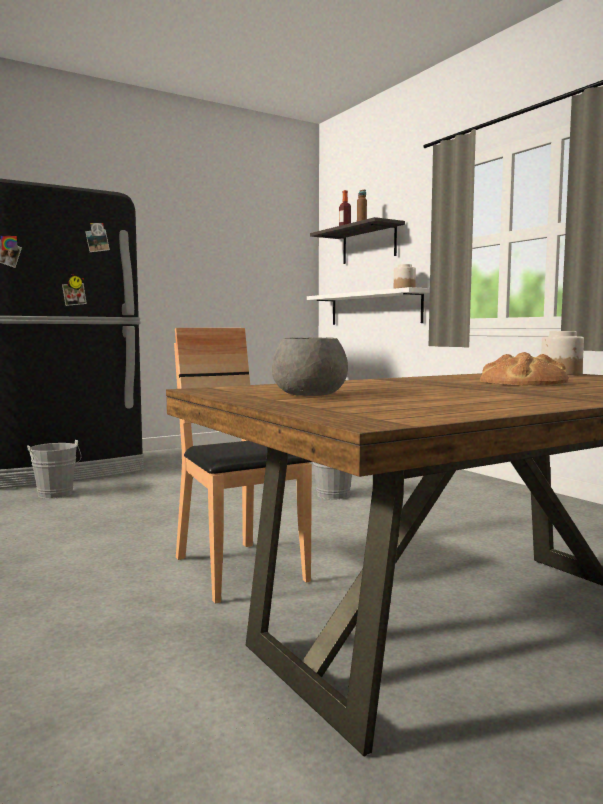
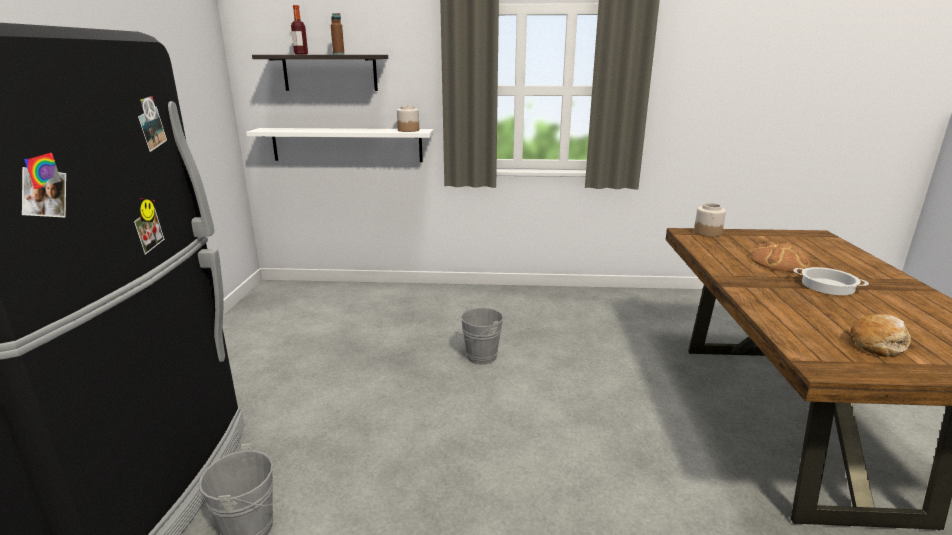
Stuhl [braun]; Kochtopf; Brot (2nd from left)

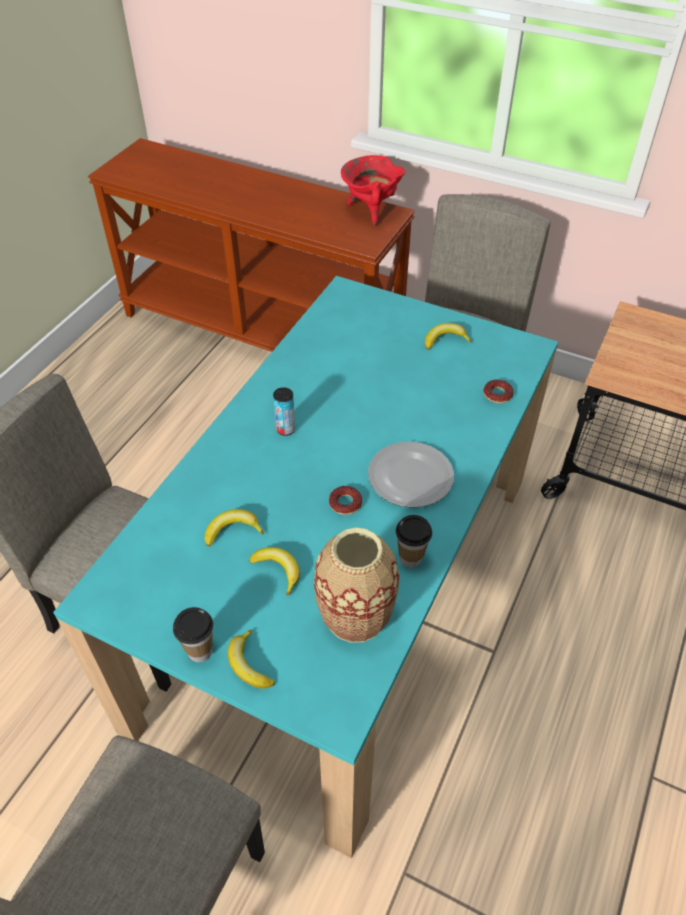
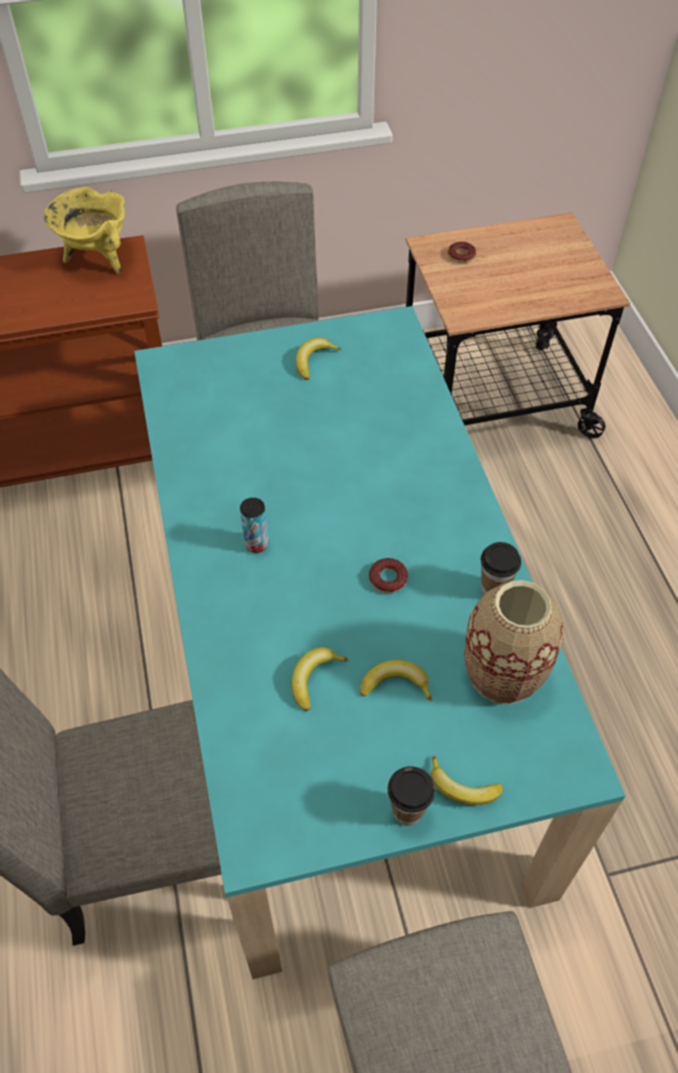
Teller; Donut (2nd from left); Kochtopf [gelb]

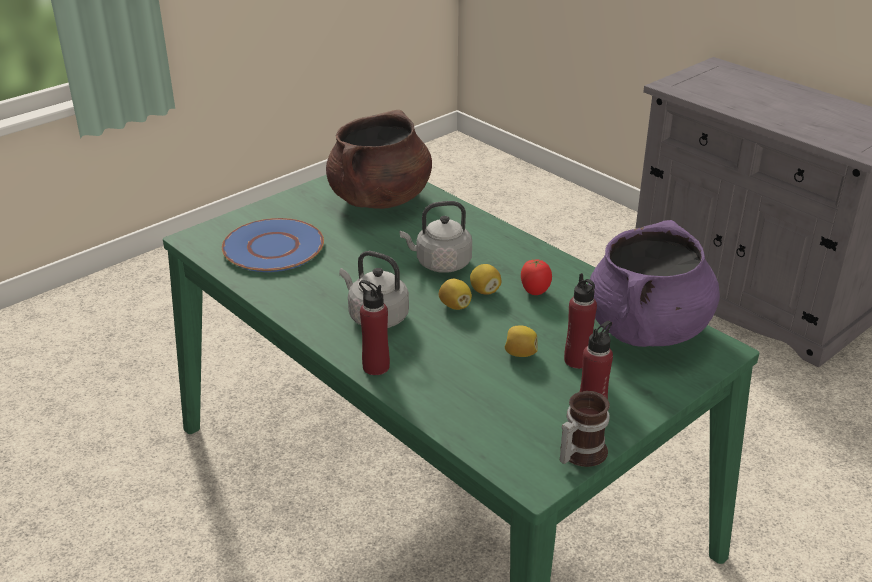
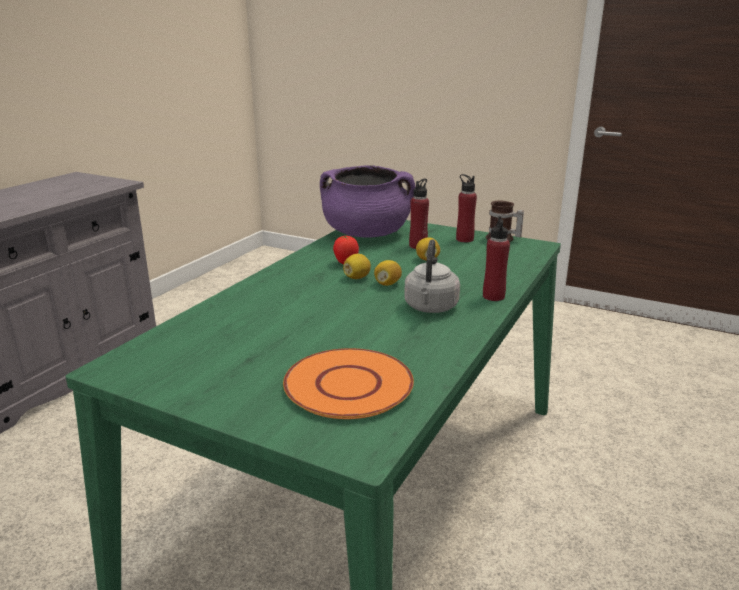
Kochtopf [braun]; Wasserkessel [grau] (2nd from left in the first image); Teller [orange]

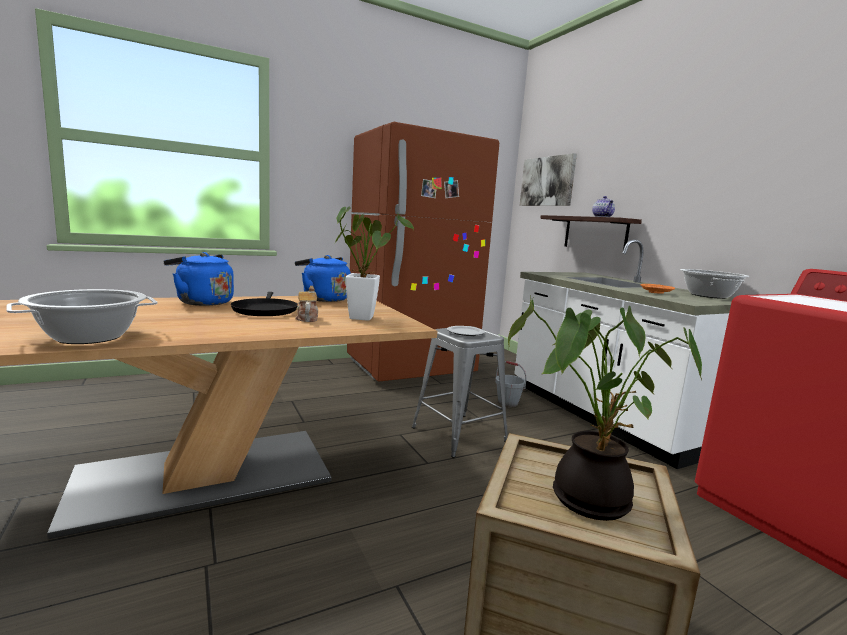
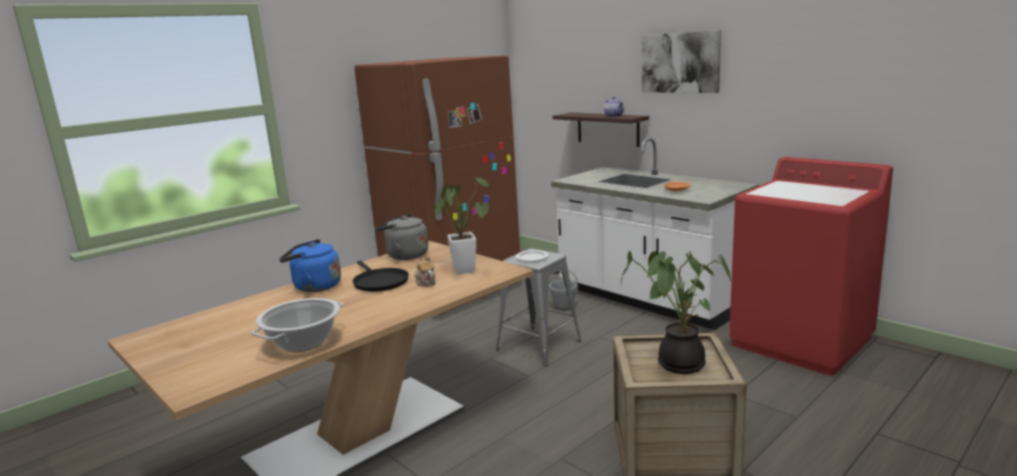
Kochtopf (2nd from left in the first image); Bild; Wasserkessel [grau]

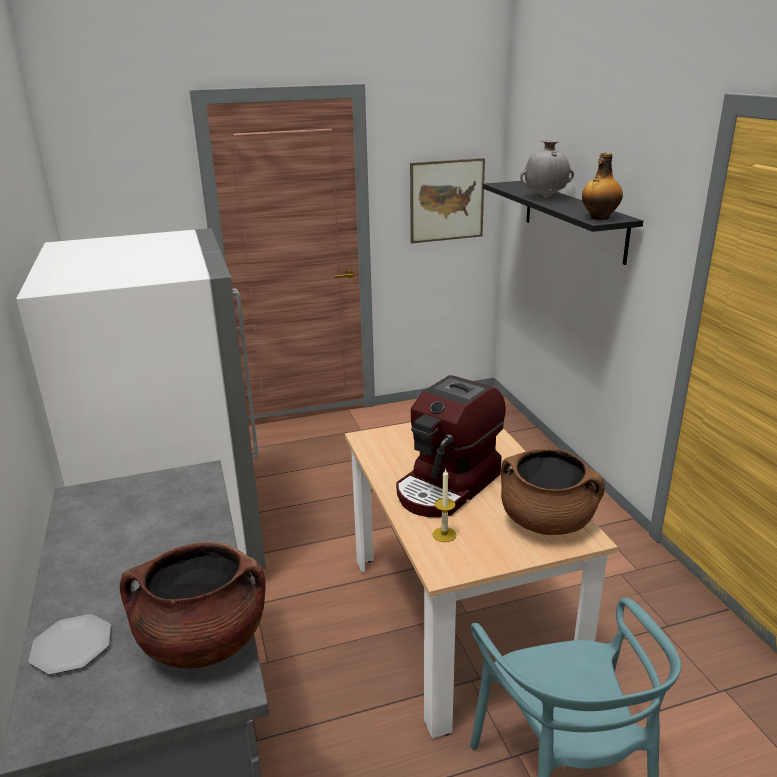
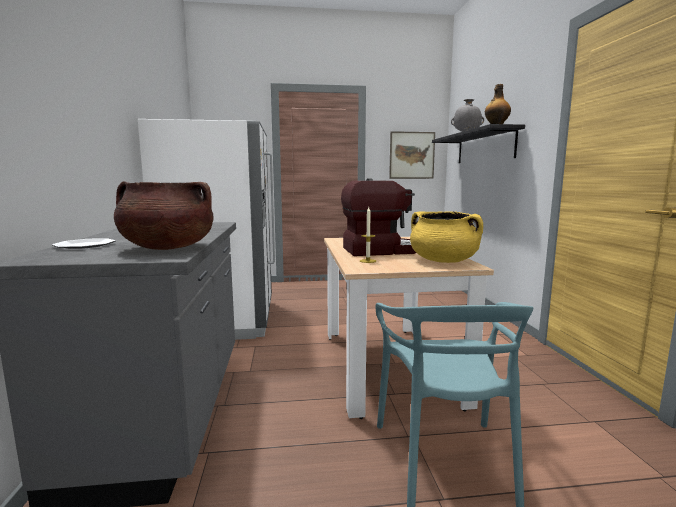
Kochtopf [gelb]; Kaffeemaschine

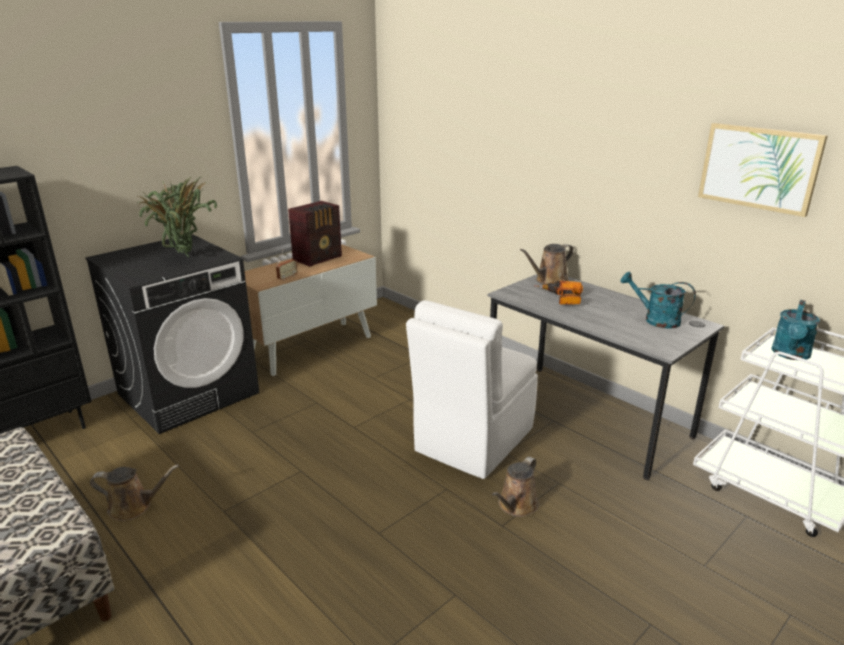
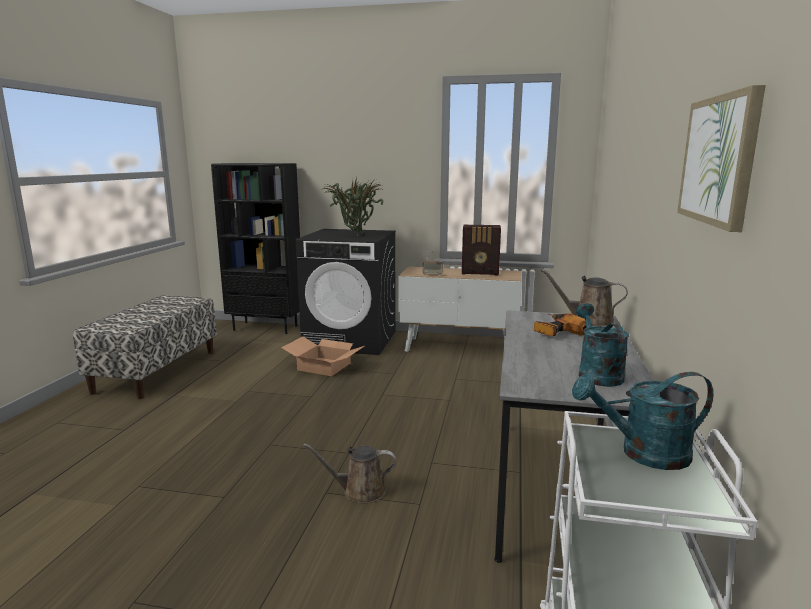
Gießkanne [braun] (1st from left in the first image); Stuhl [weiß]; Karton

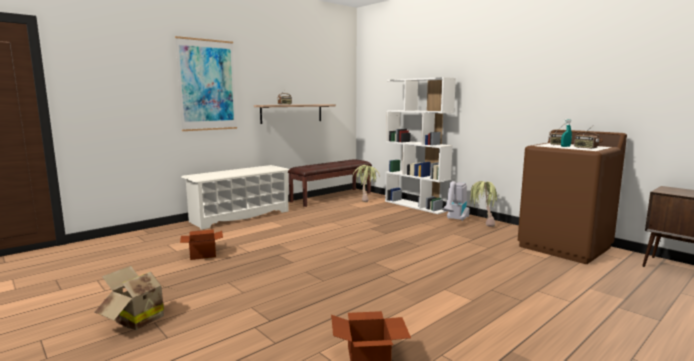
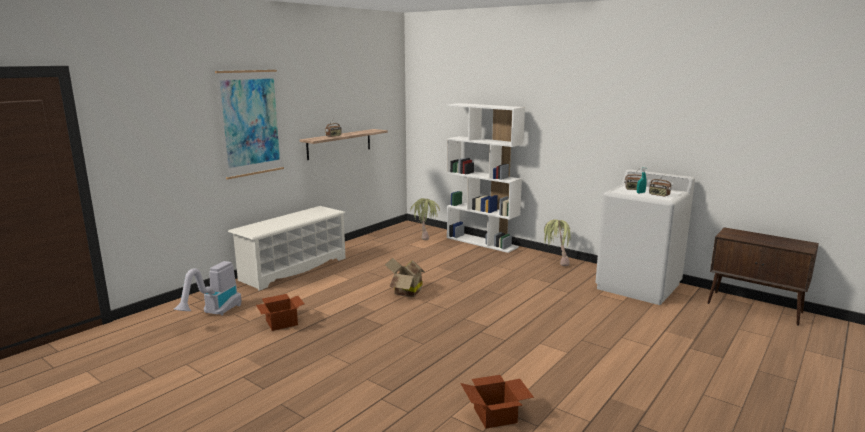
Bank [braun]; Karton (2nd from left); Staubsauger; Waschmaschine [weiß]

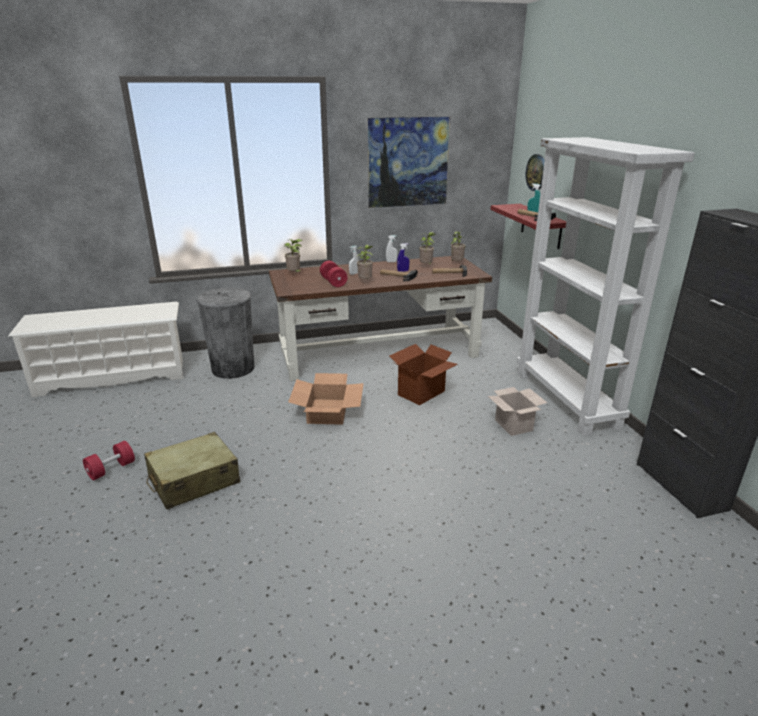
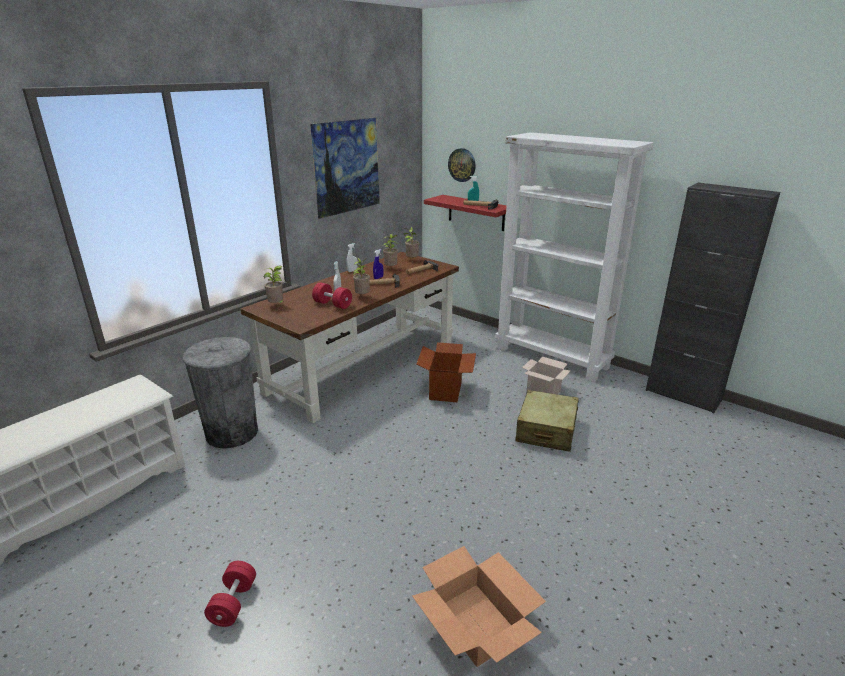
Koffer [beige]; Karton (2nd from left)

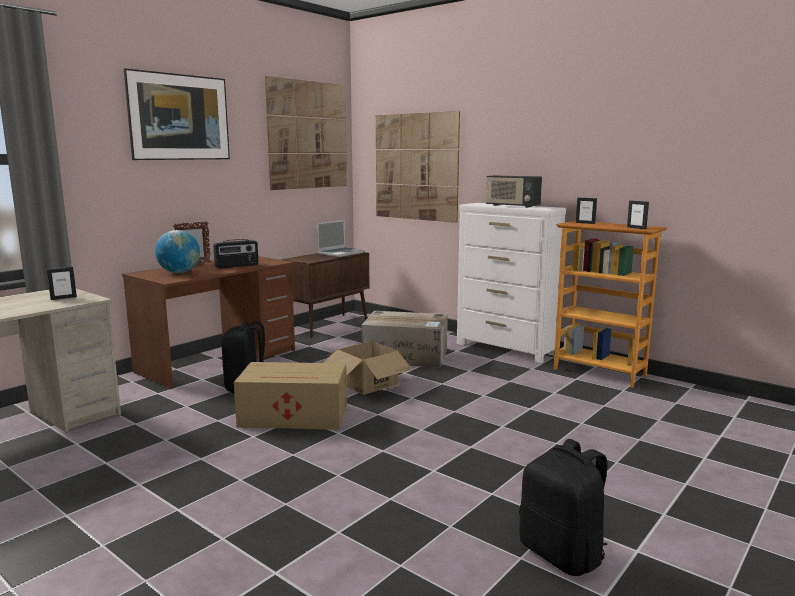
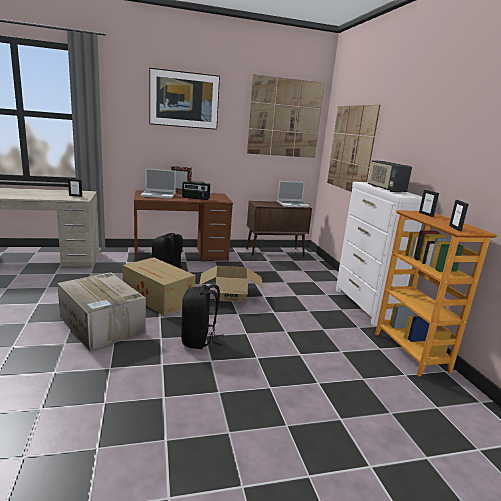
Karton (1st from left); Rucksack [schwarz] (2nd from left); Laptop (1st from left)

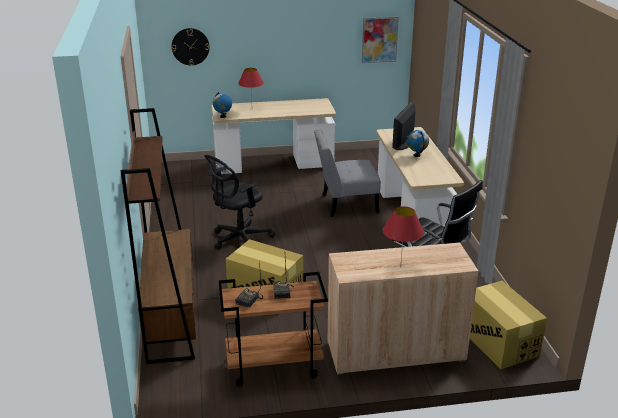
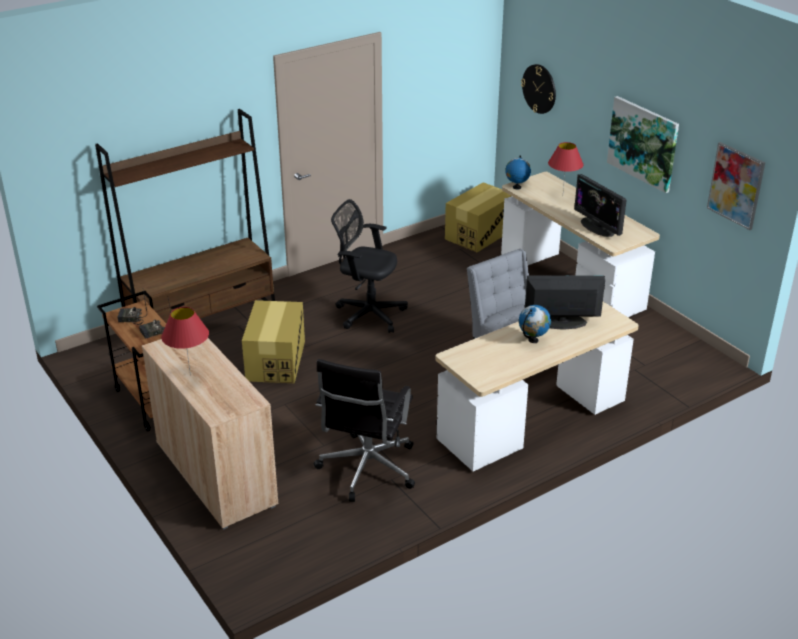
Monitor (2nd from left); Bild (1st from left); Karton (2nd from left)

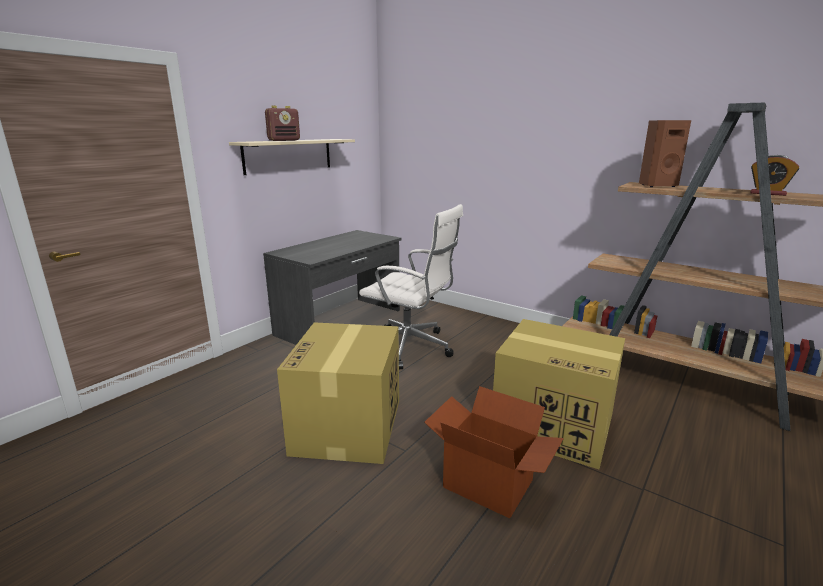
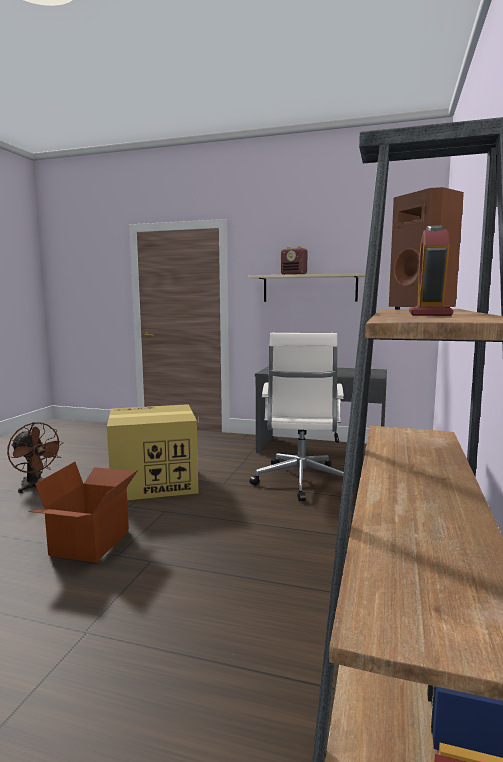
Karton (3rd from left in the first image); Ventilator [braun]

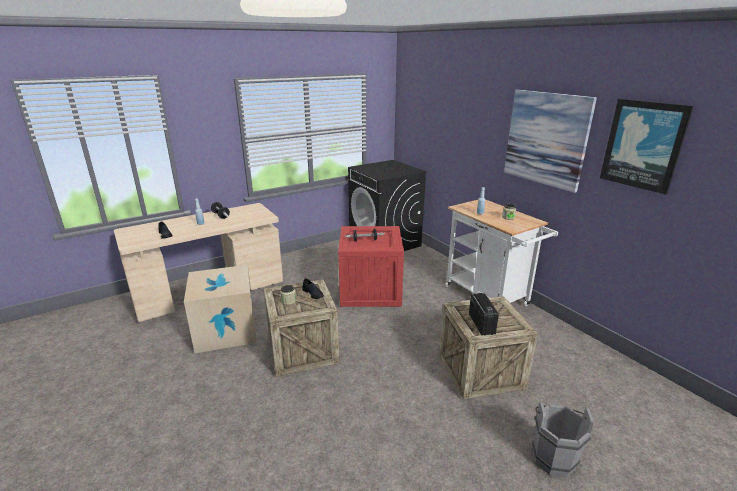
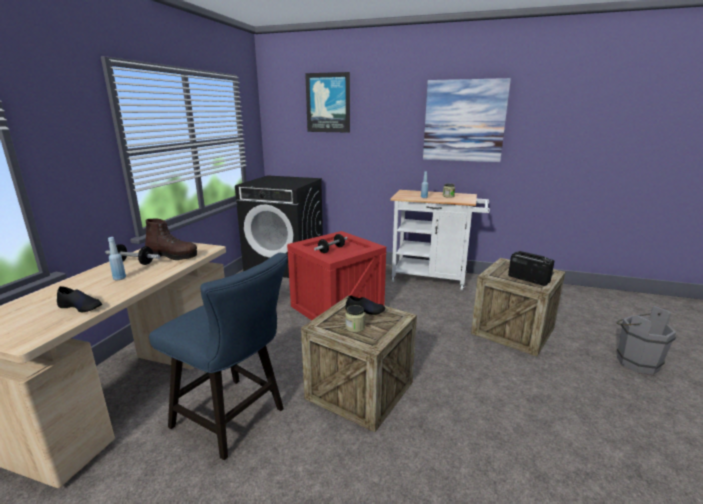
Stiefel [braun]; Bild (1st from left); Stuhl [blau]

